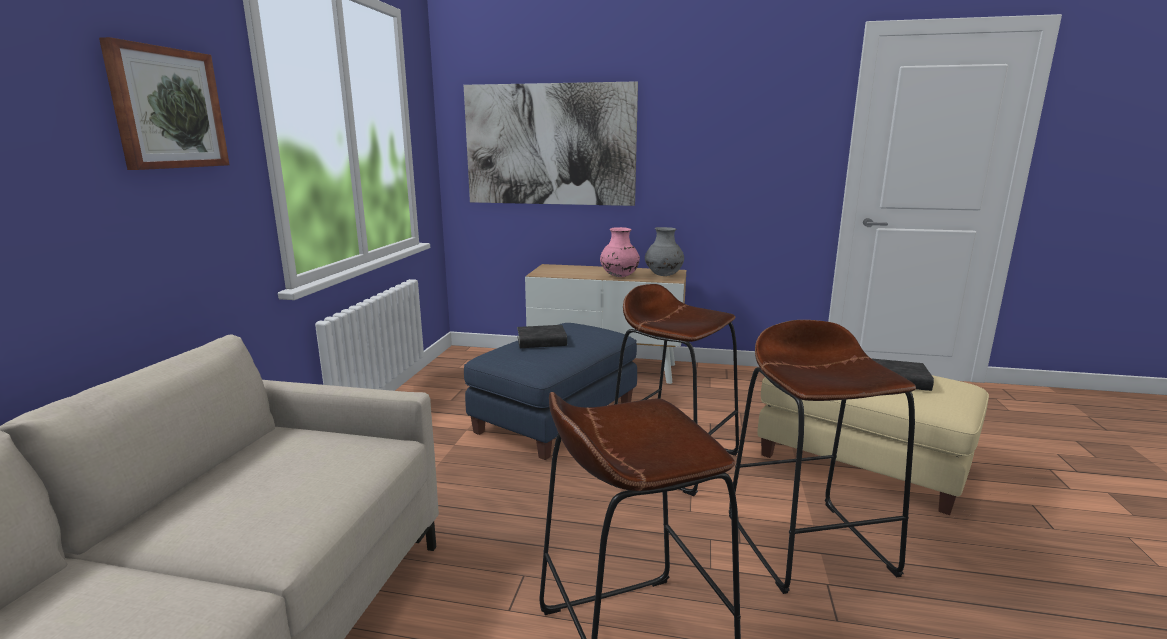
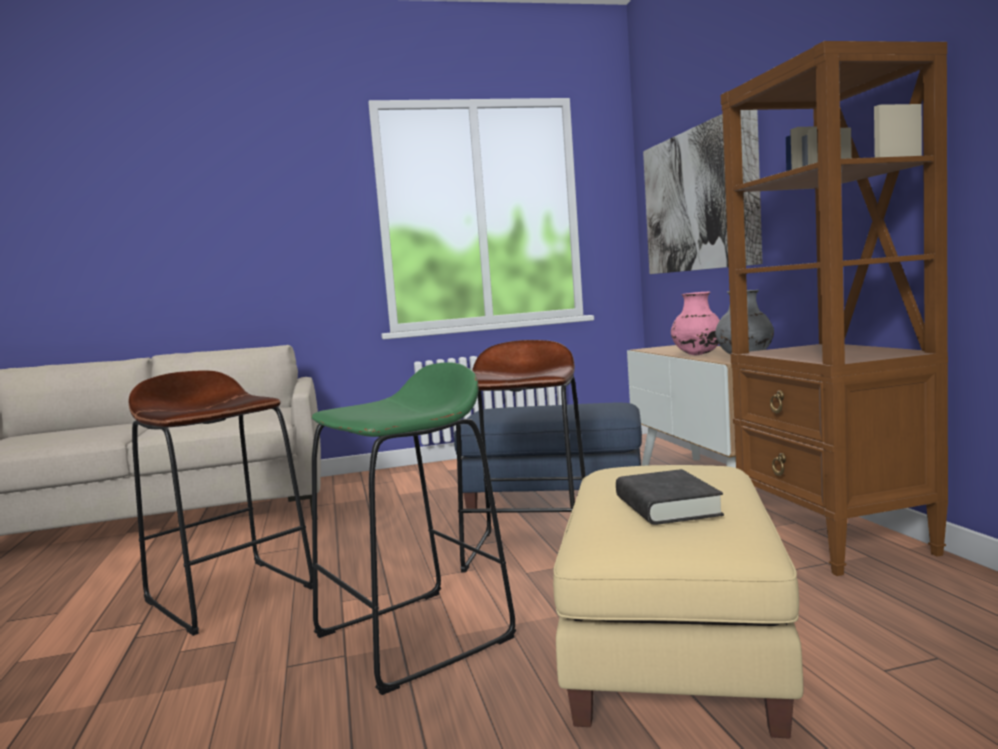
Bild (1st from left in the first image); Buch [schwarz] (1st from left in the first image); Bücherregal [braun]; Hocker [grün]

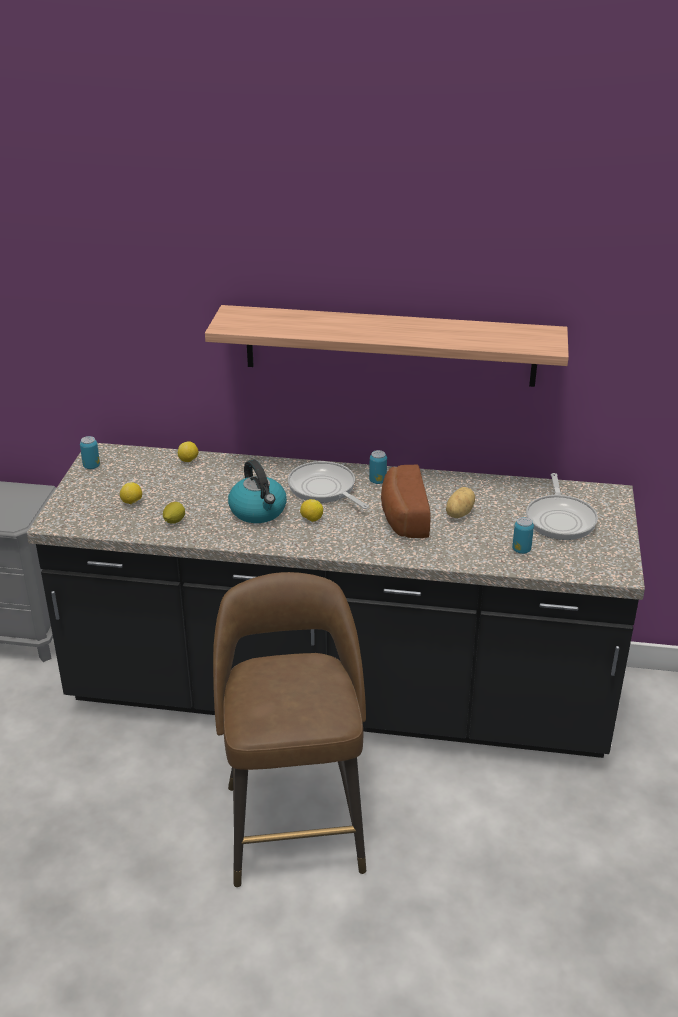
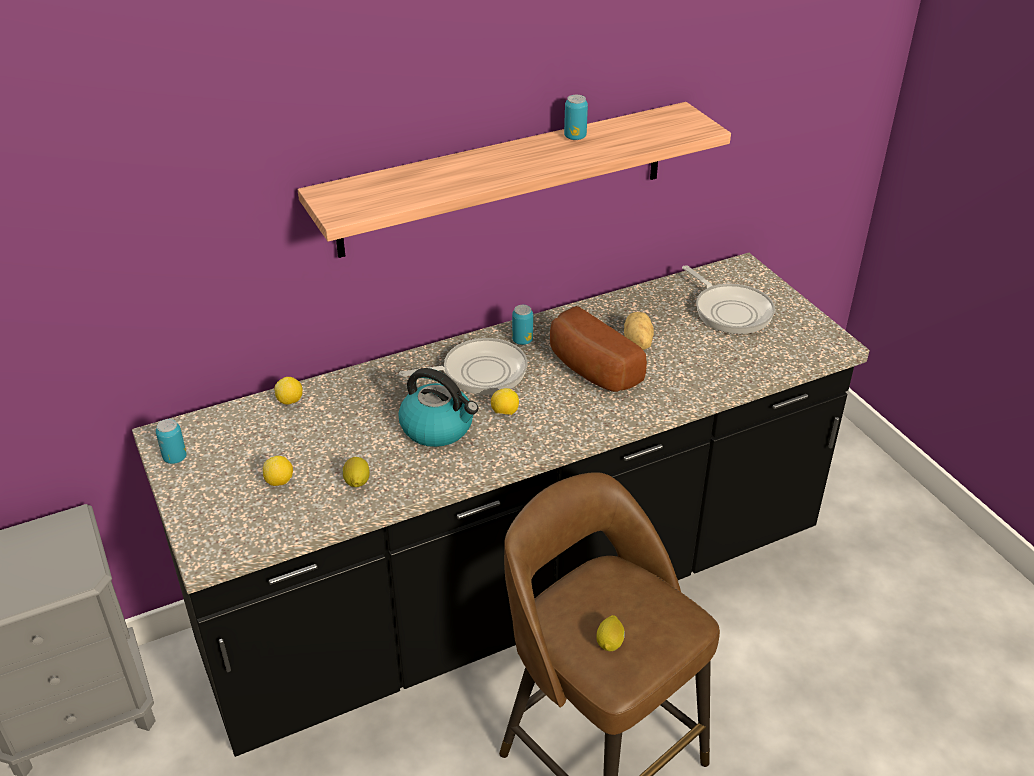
Zitrone (5th from left); Dose (3rd from left); Pfanne (1st from left)

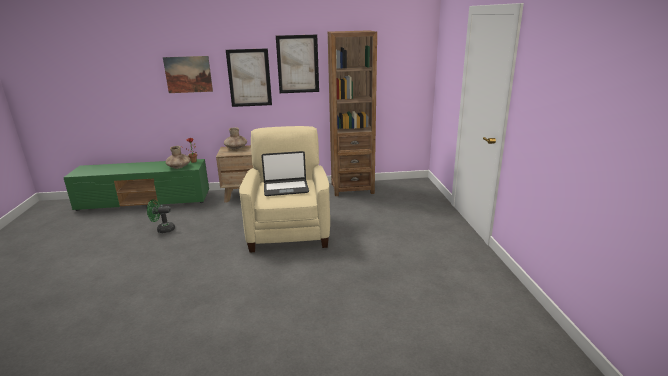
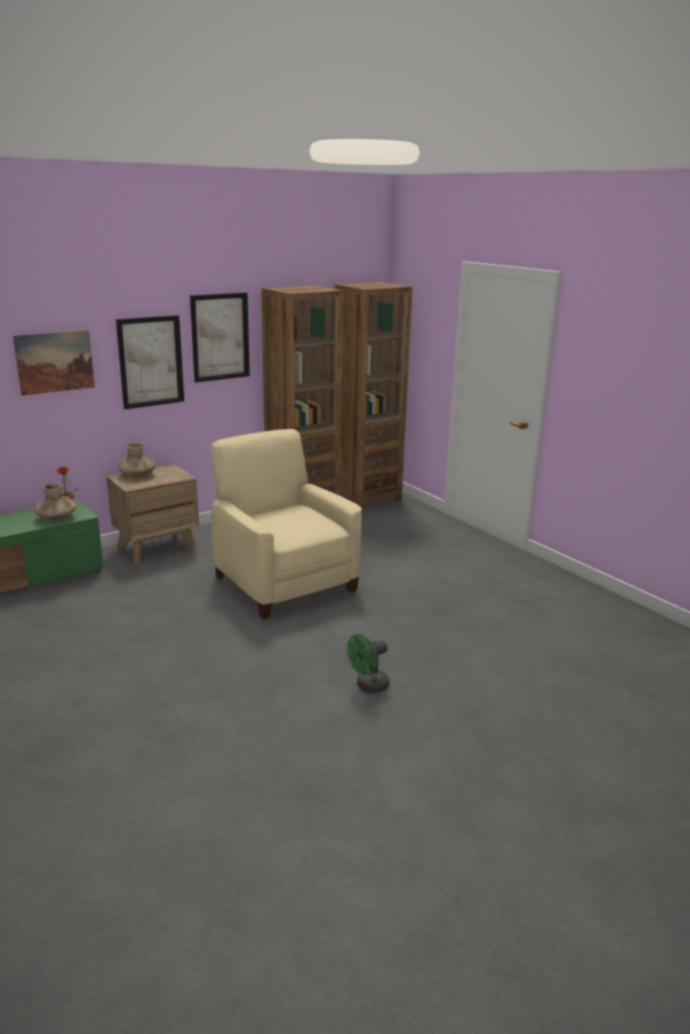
Laptop; Bücherregal [braun] (2nd from left); Ventilator [grün]

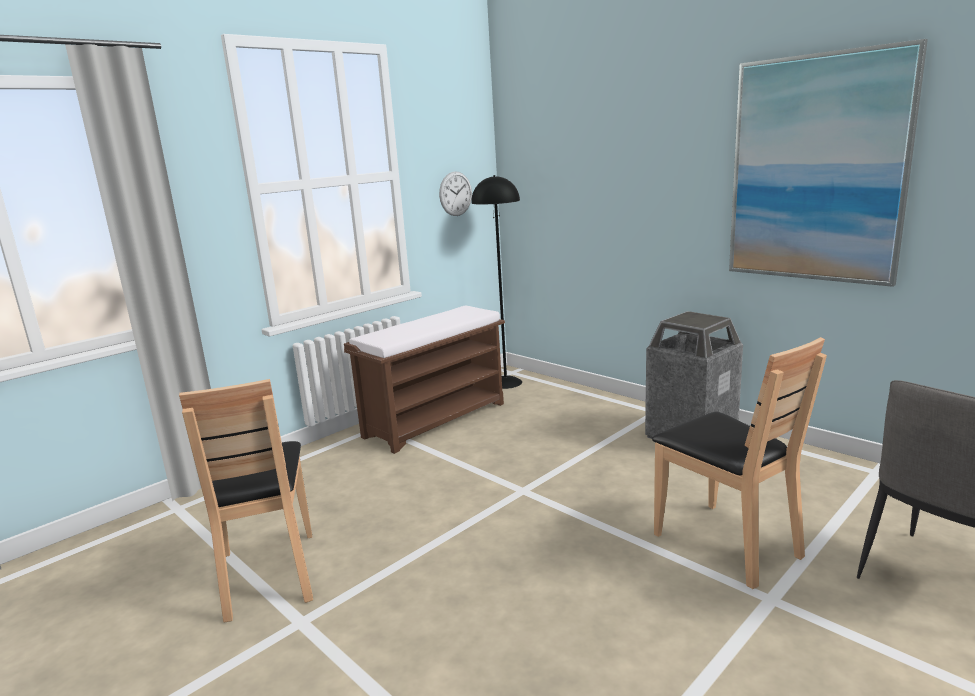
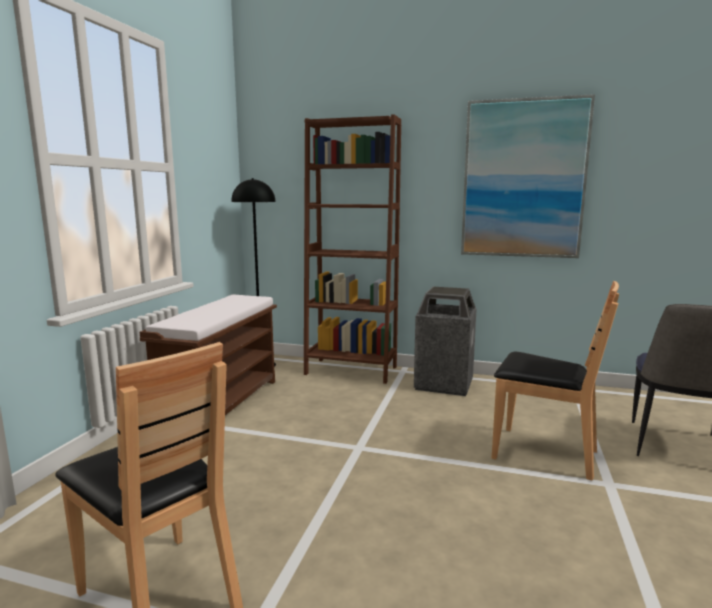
Wanduhr; Bücherregal [braun]

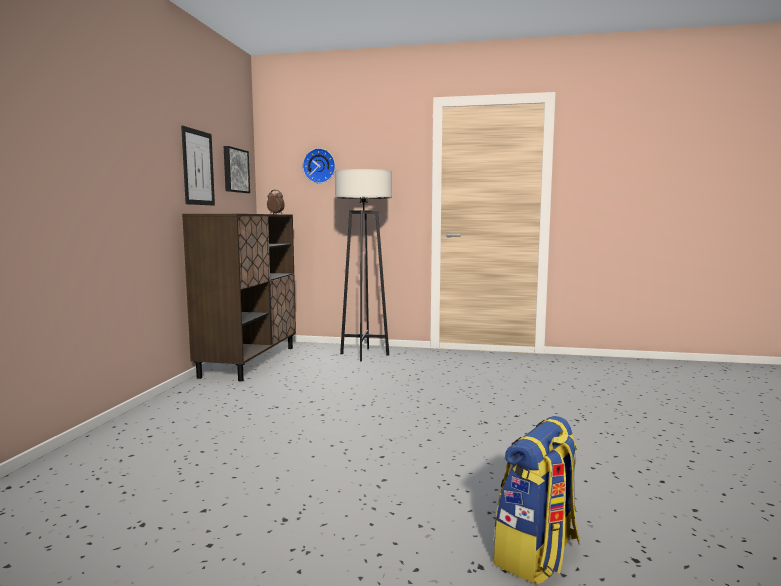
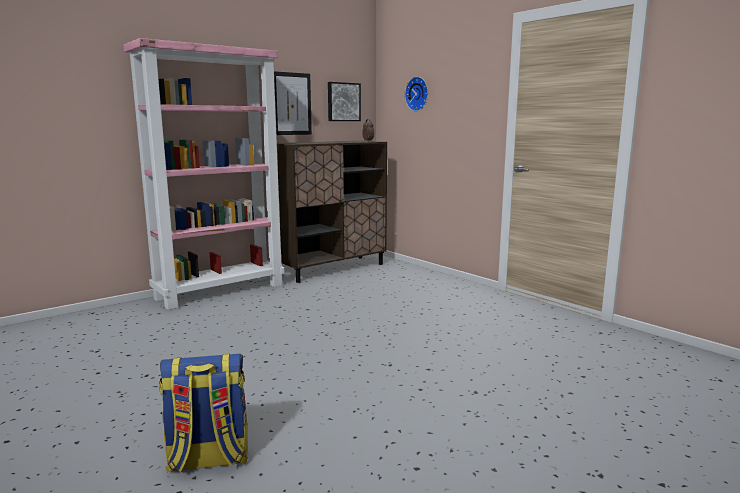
Stehlampe [grau]; Bücherregal [rosa]

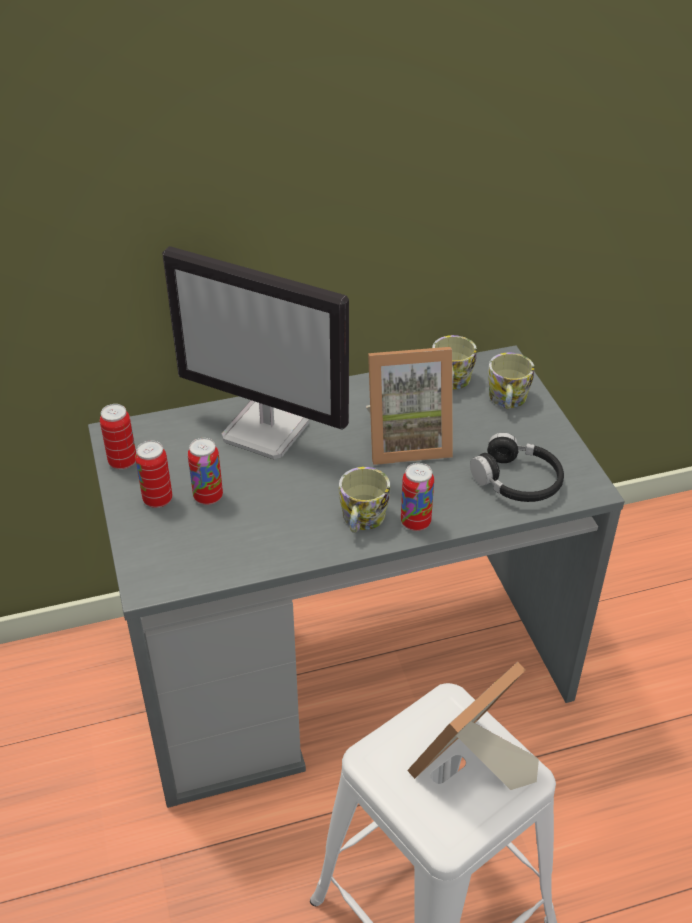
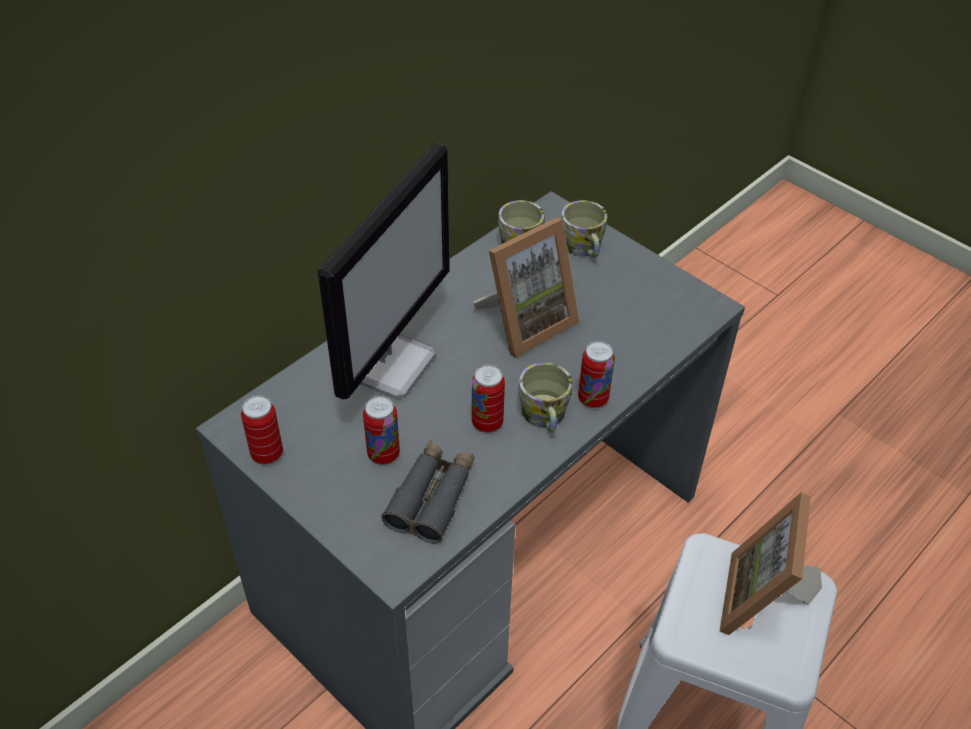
Kopfhörer [schwarz]; Fernglas [grau]; Dose (3rd from left); Monitor

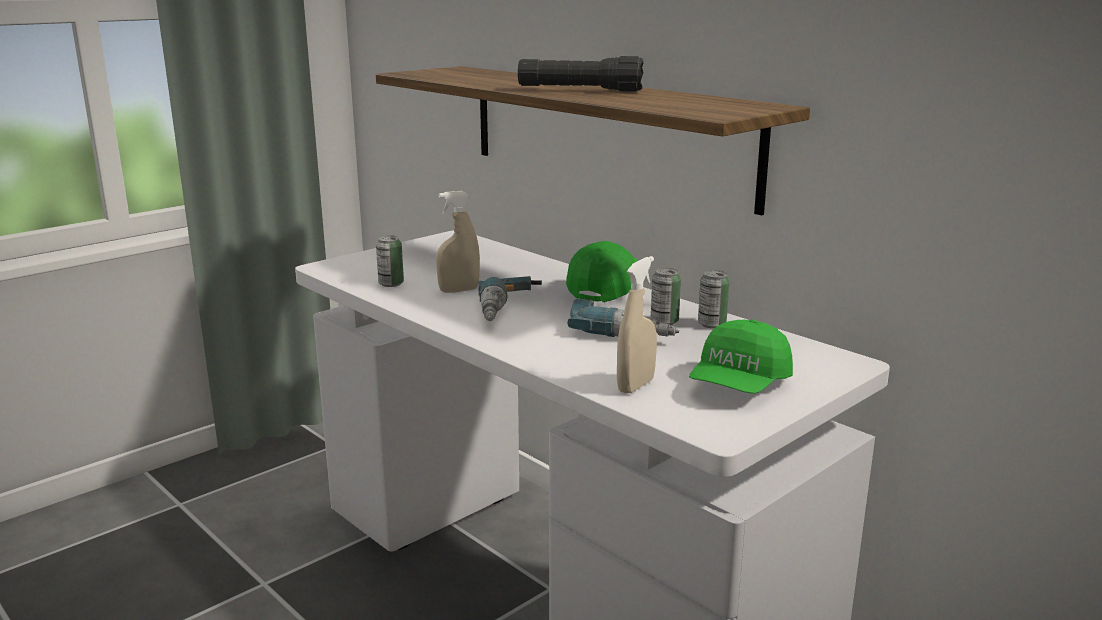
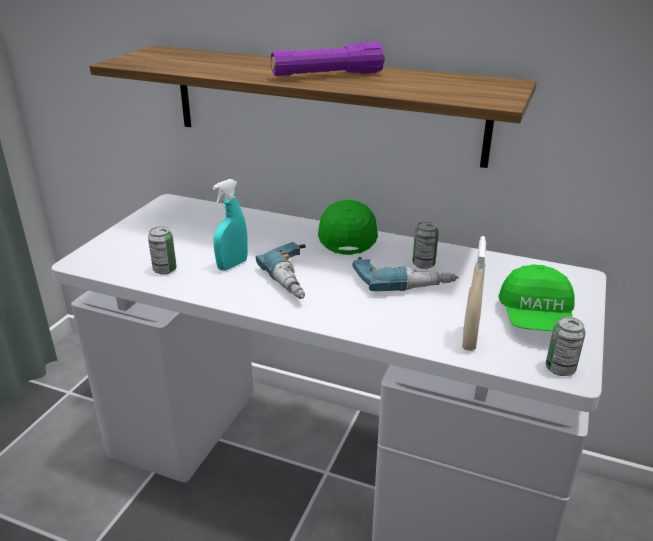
Dose (3rd from left); Sprühflasche [türkis]; Taschenlampe [lila]

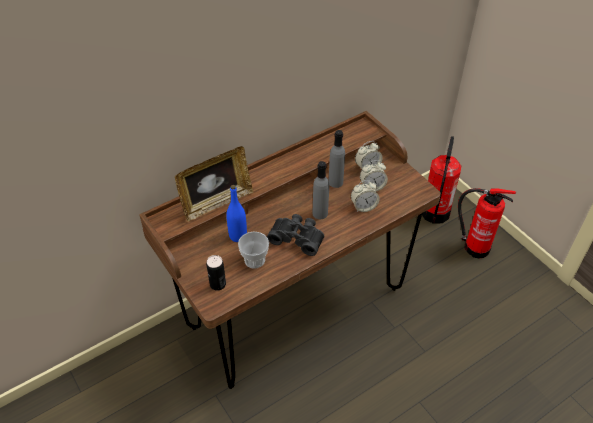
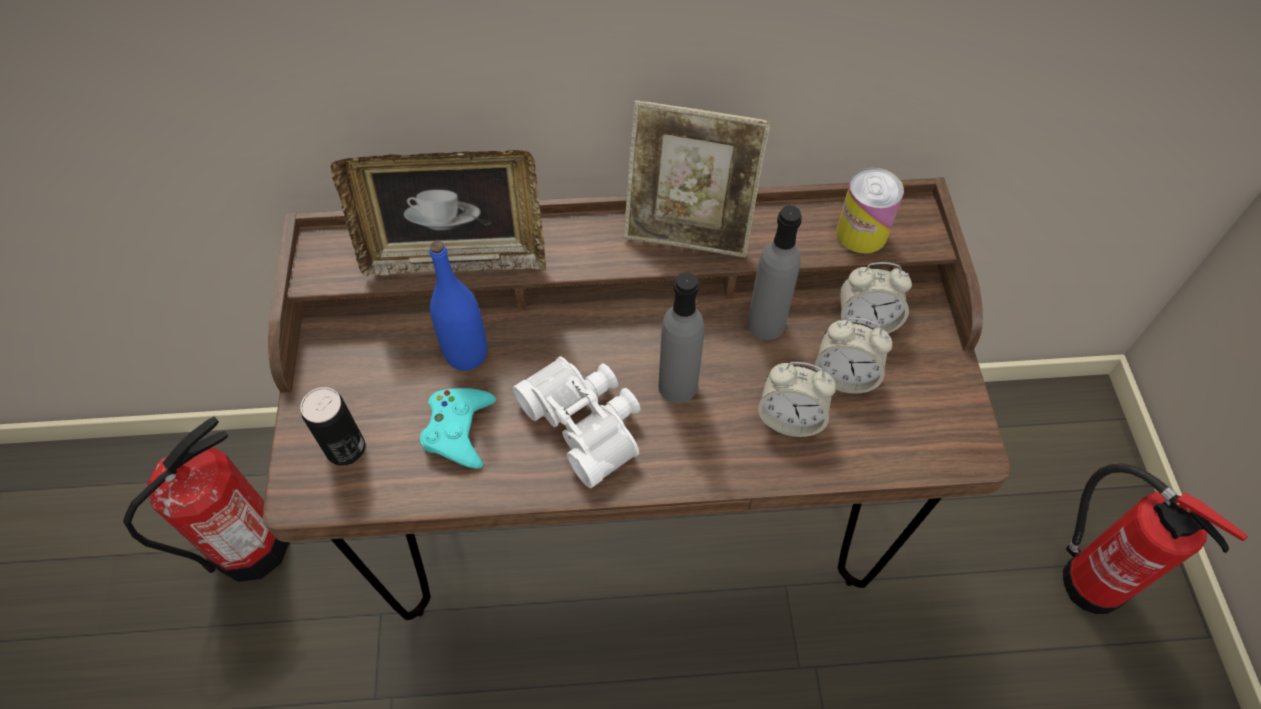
Bilderrahmen (2nd from left); Dose (2nd from left); Feuerlöscher (1st from left); Gamepad [türkis]; Fernglas [weiß]

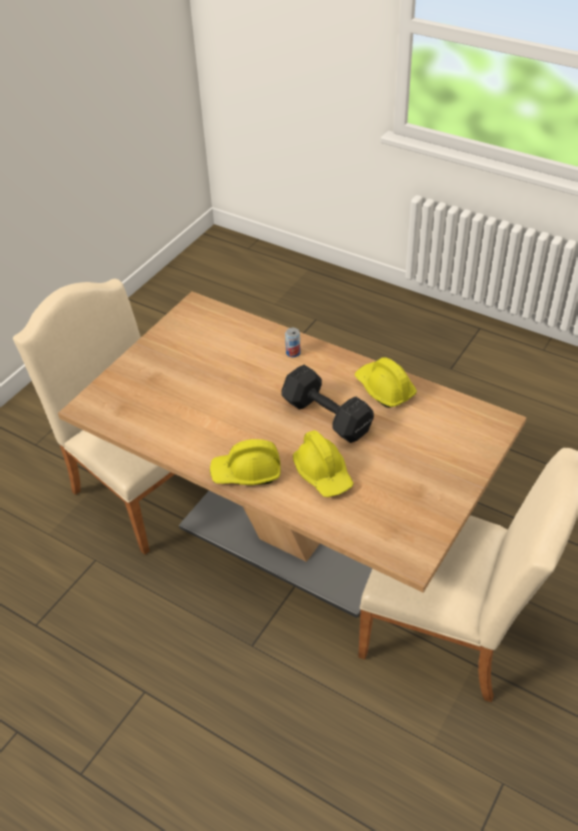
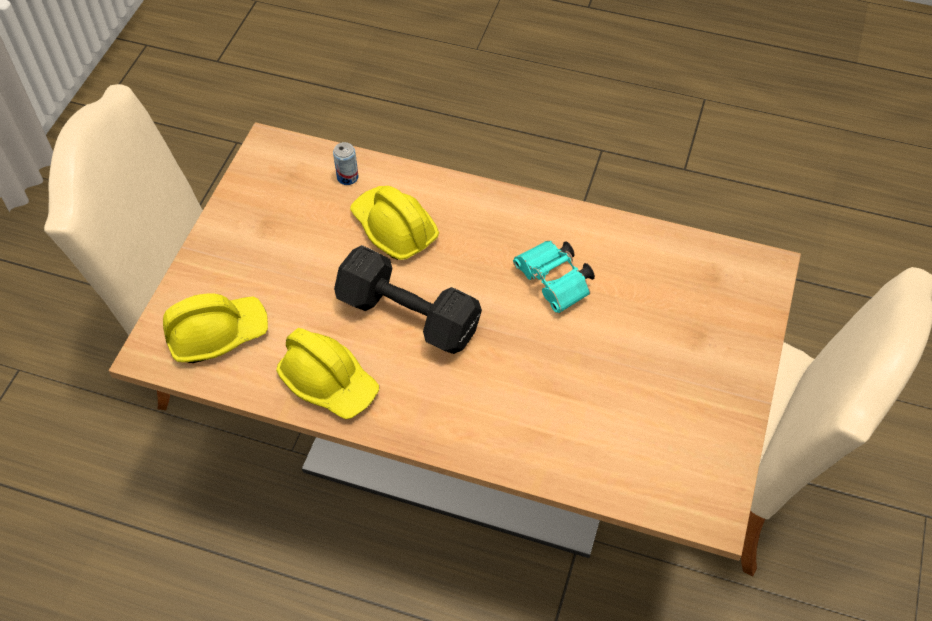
Fernglas [türkis]; Schutzhelm [gelb] (1st from left); Dose

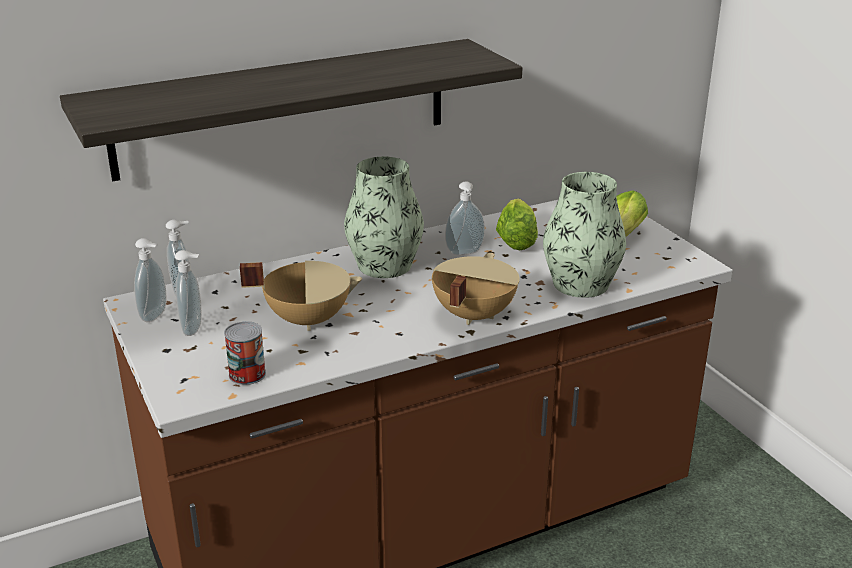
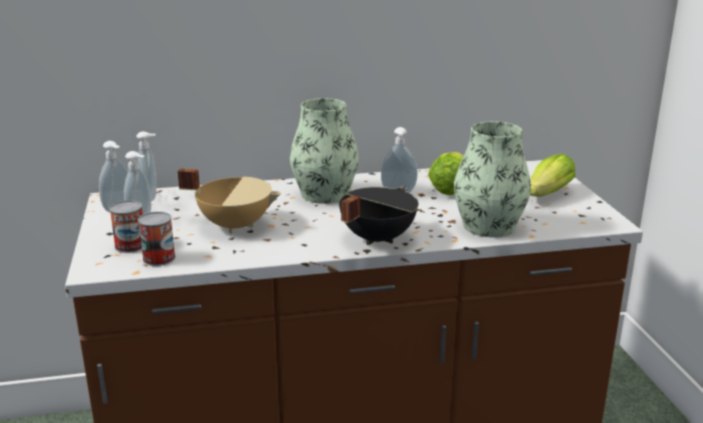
Wandregal; Dose (1st from left); Kochtopf [schwarz]

